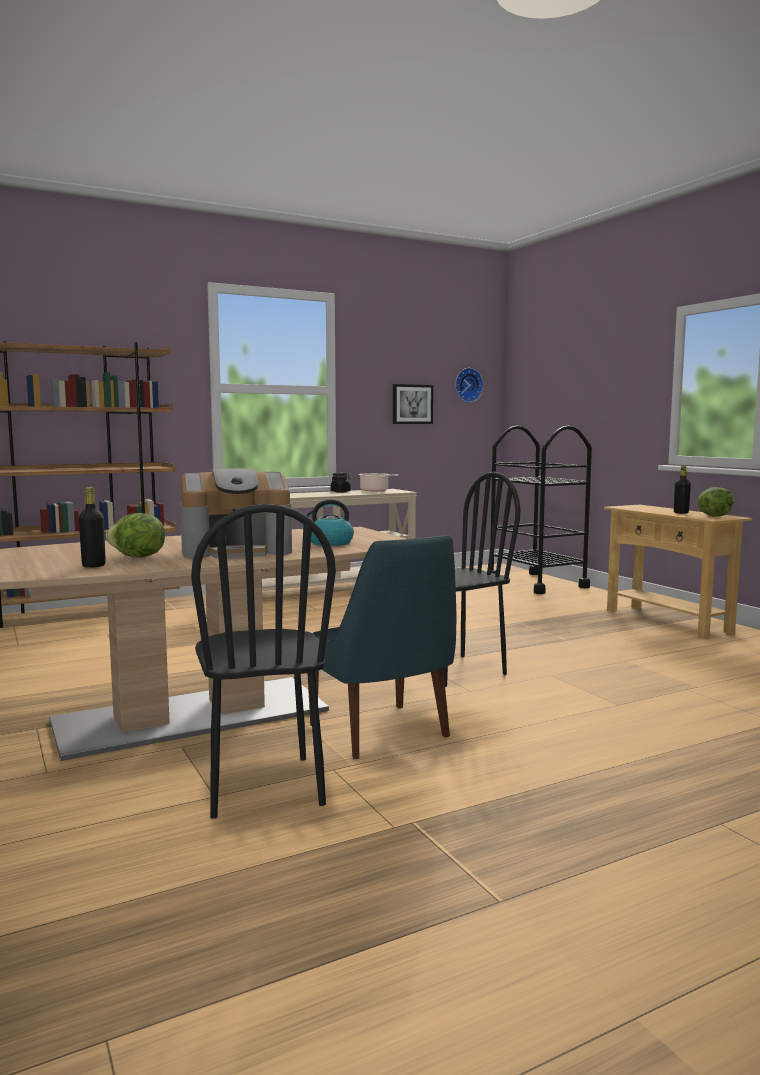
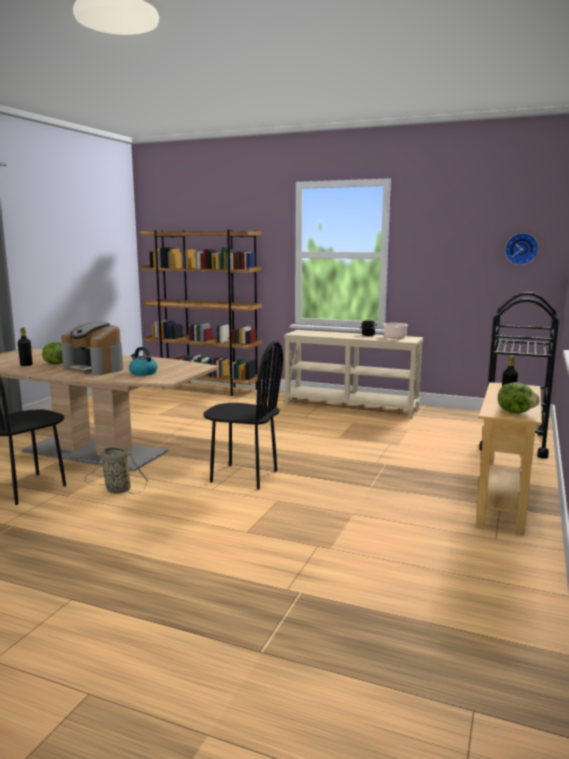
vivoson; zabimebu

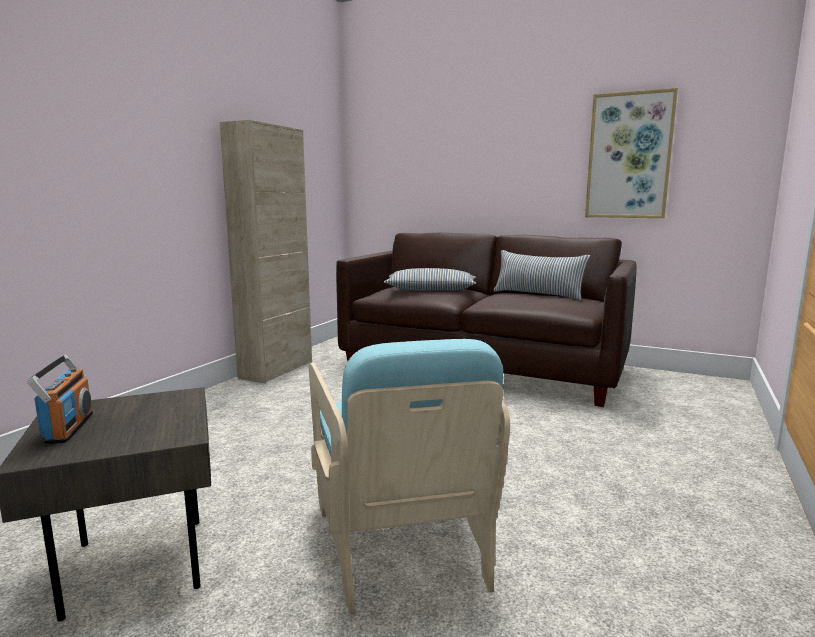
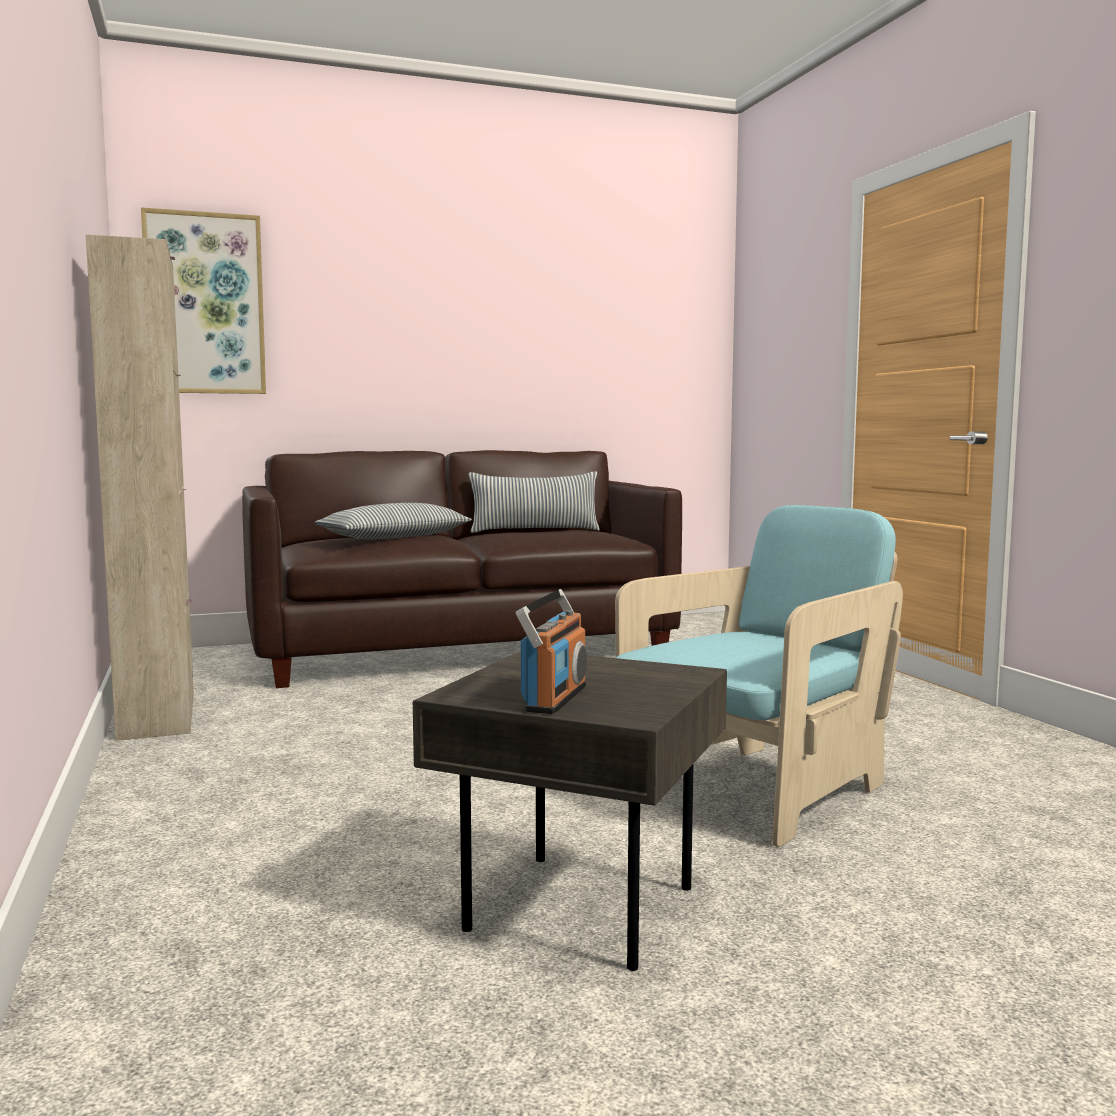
zabimebu; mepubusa; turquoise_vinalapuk

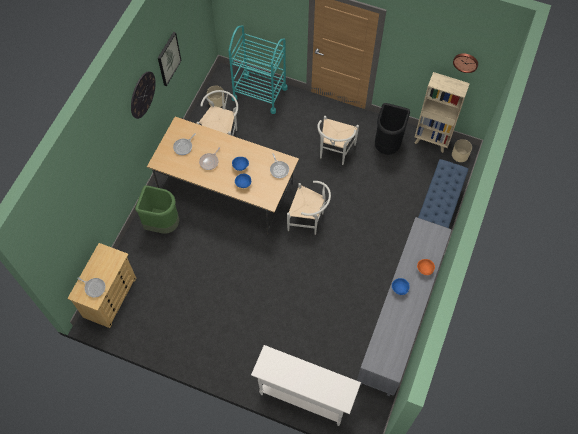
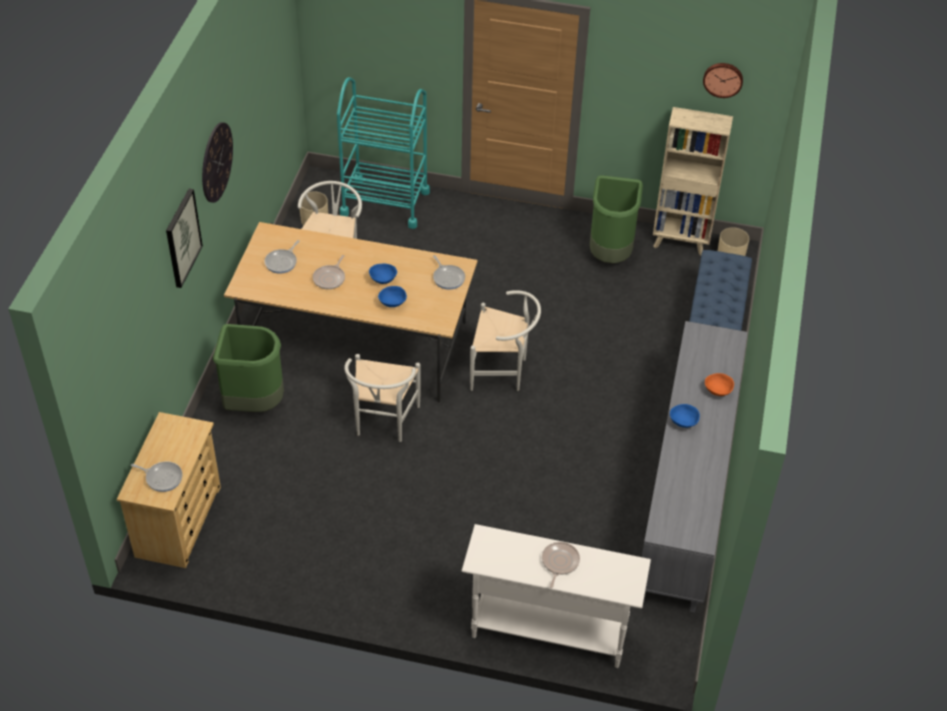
zabimebu; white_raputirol (2nd from left); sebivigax (5th from left); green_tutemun (2nd from left)

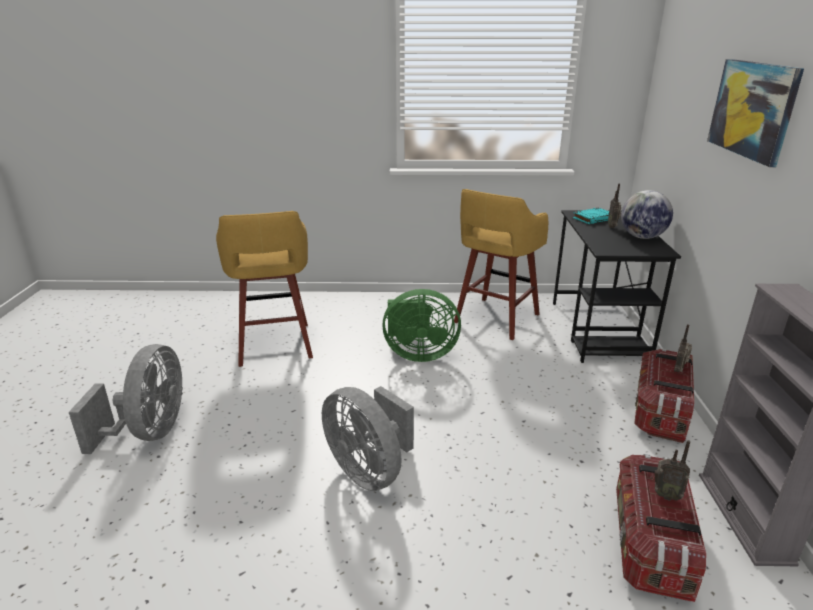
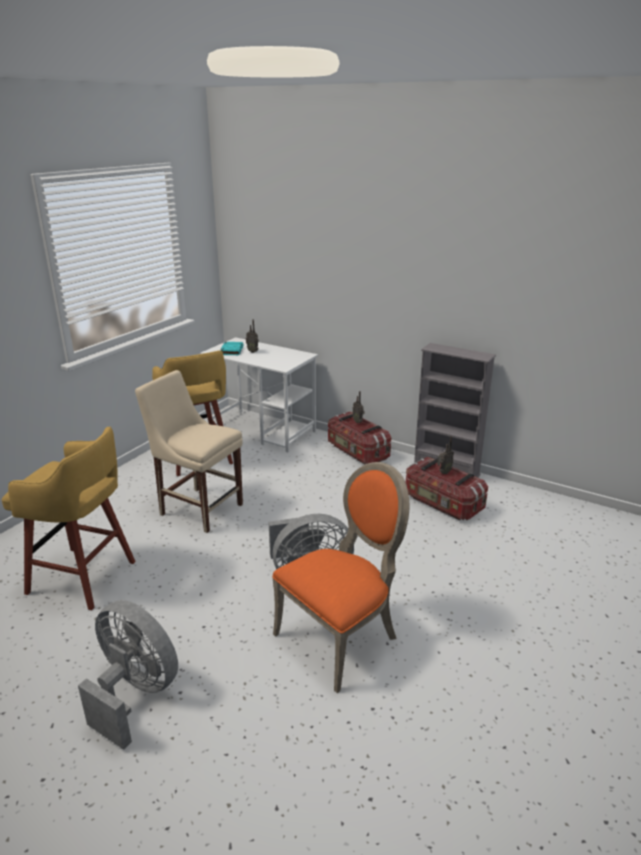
beige_raputirol; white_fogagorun; orange_raputirol; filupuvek; zabimebu

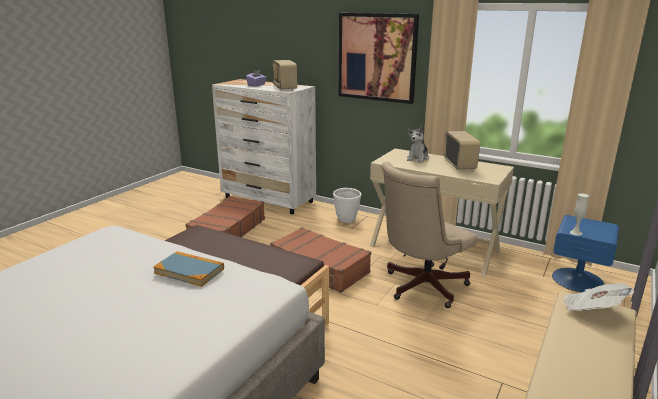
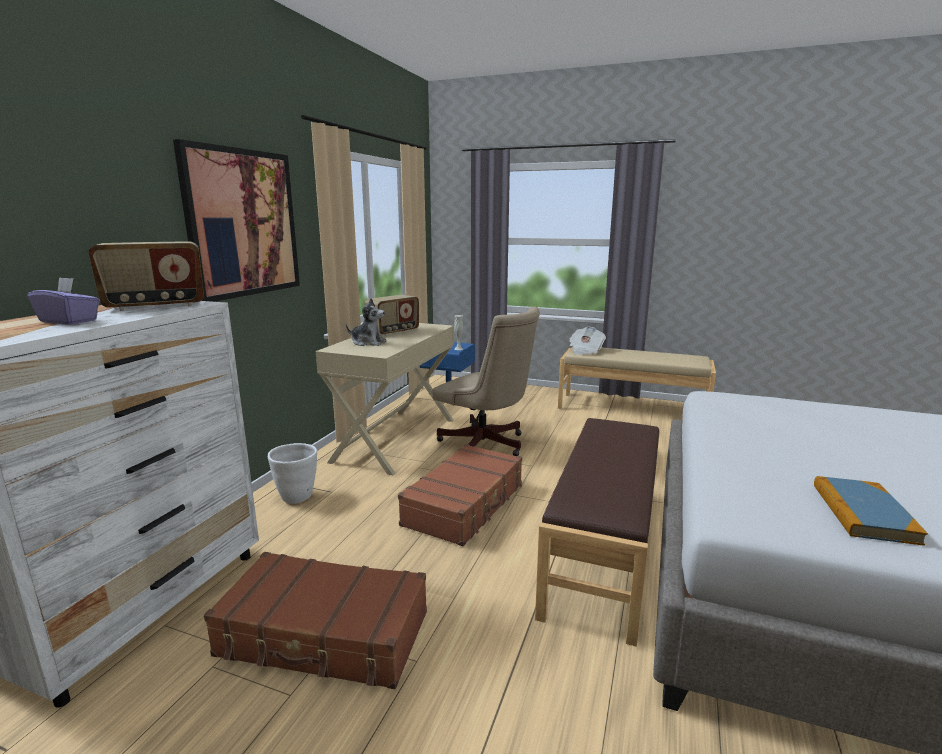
mepubusa (2nd from left); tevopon

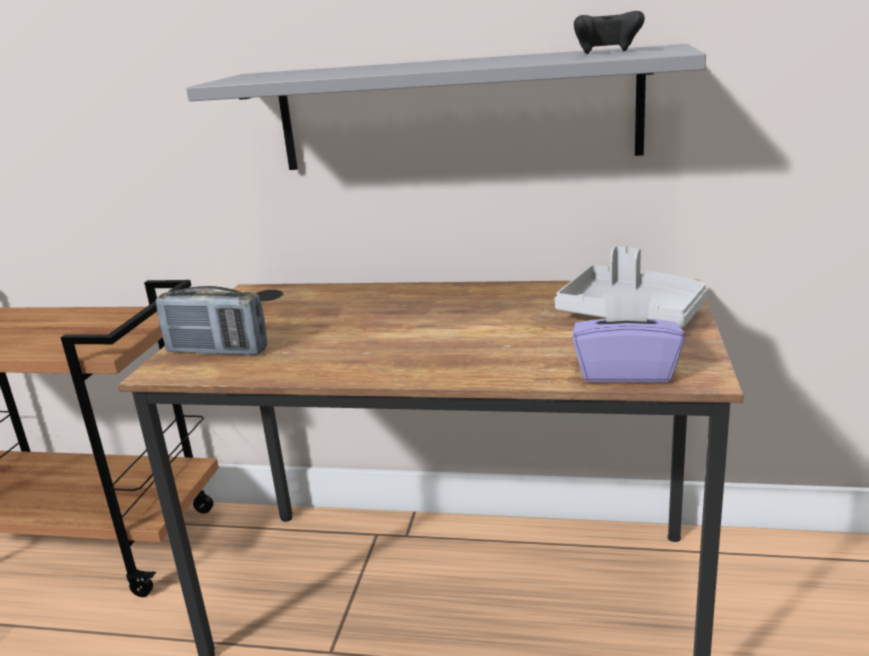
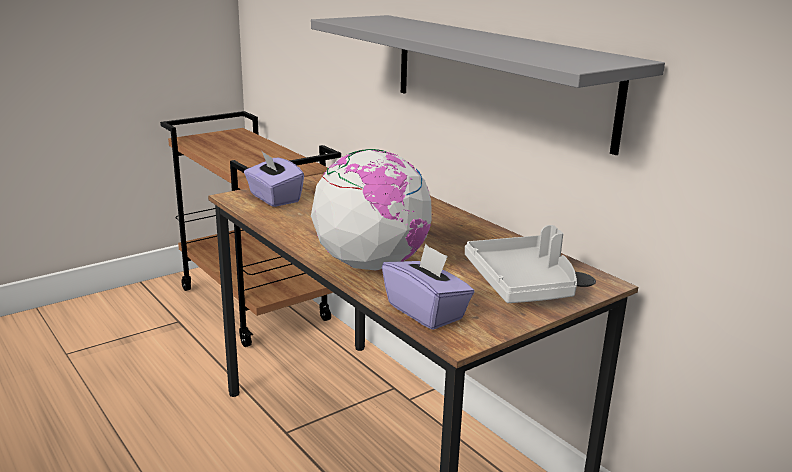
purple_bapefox (1st from left); filupuvek; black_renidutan

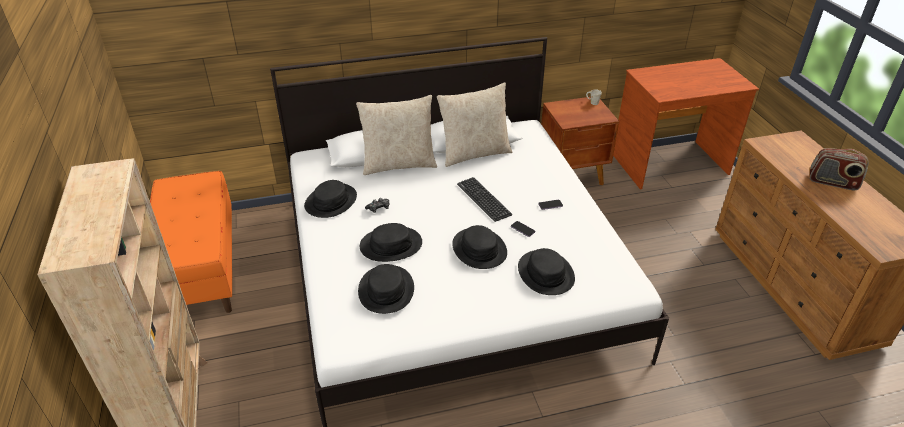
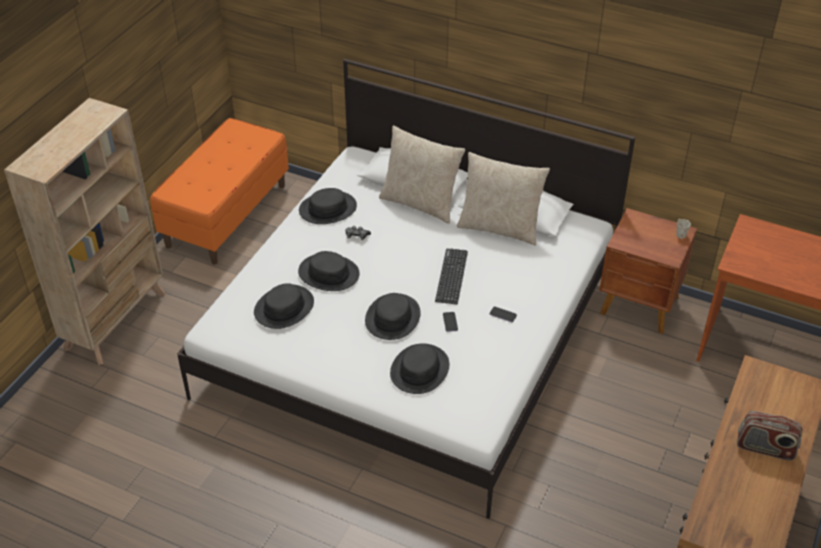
mepubusa

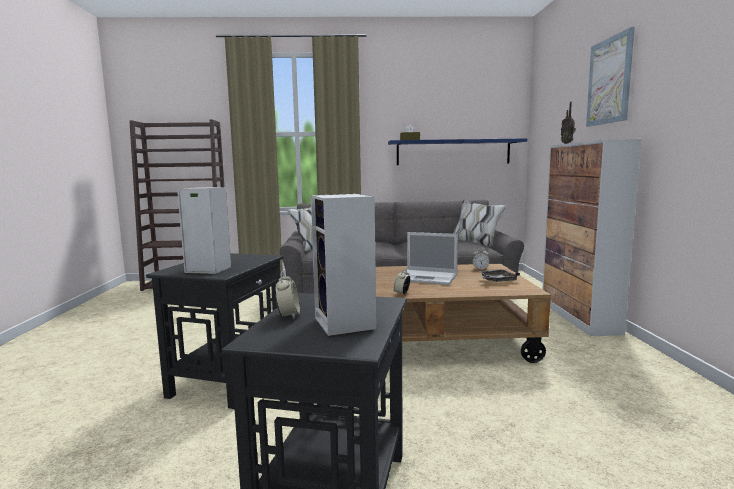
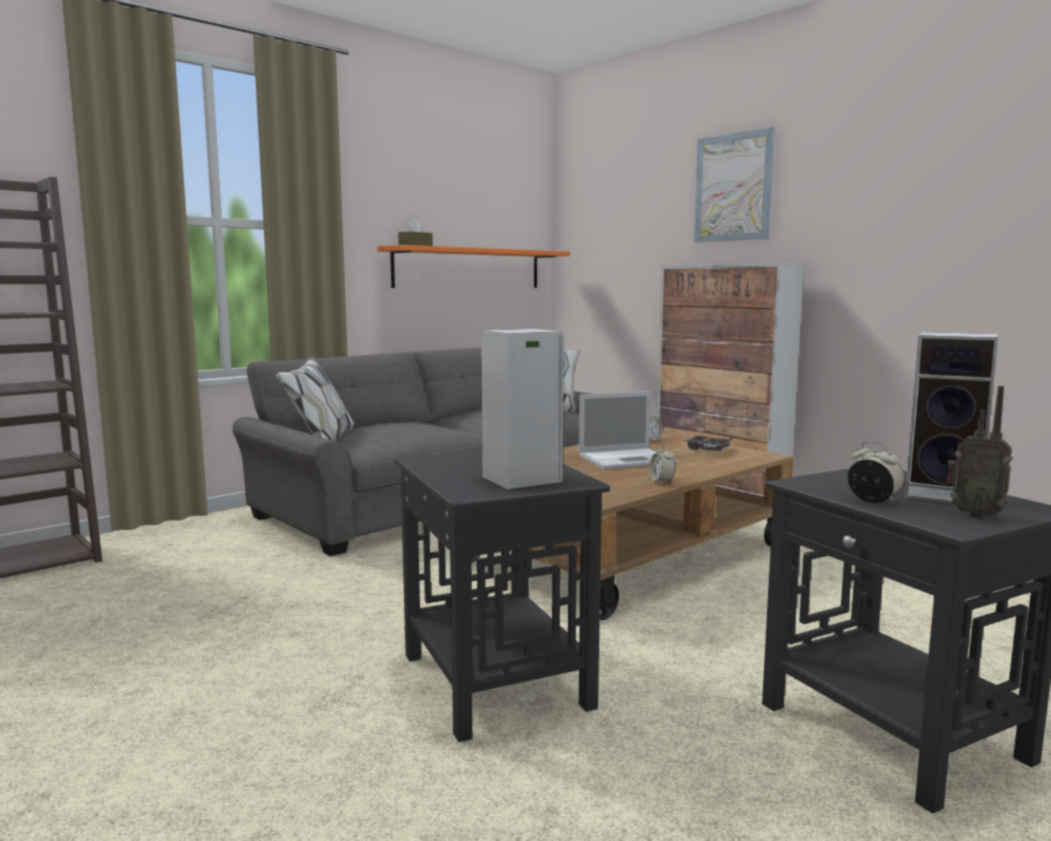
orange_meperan; mepubusa

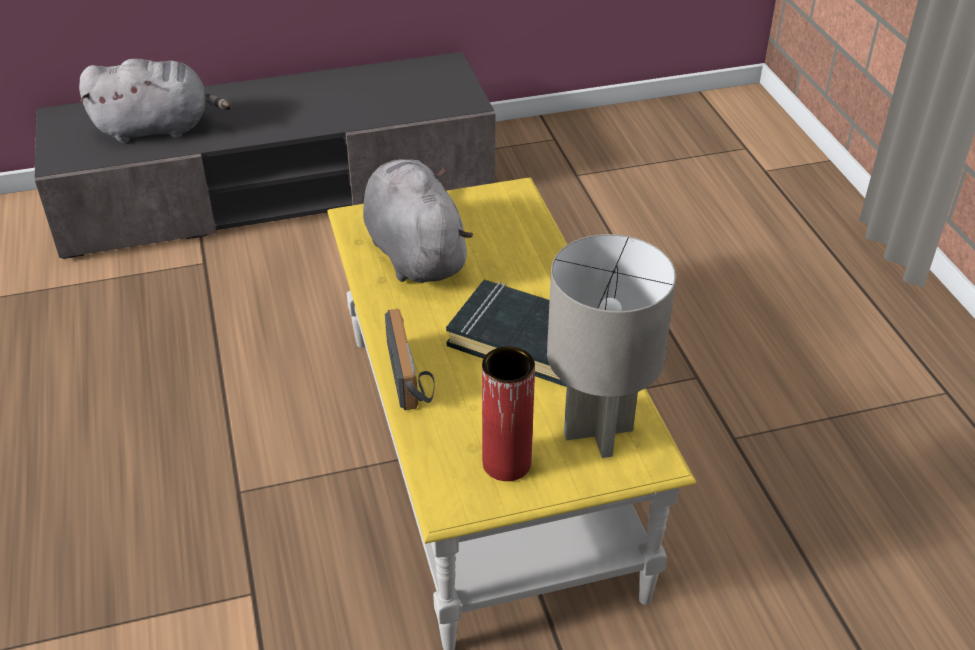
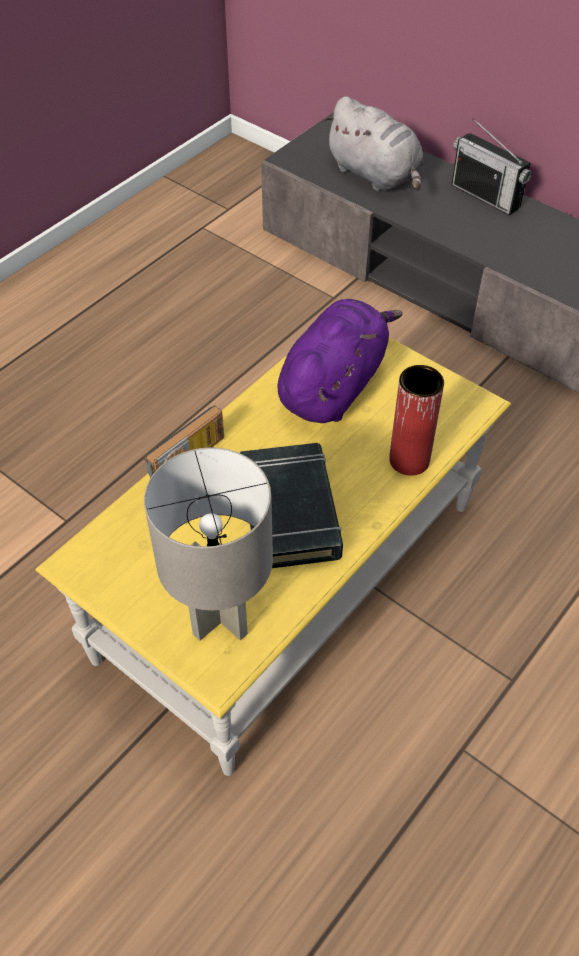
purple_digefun; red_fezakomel; mepubusa (2nd from left)

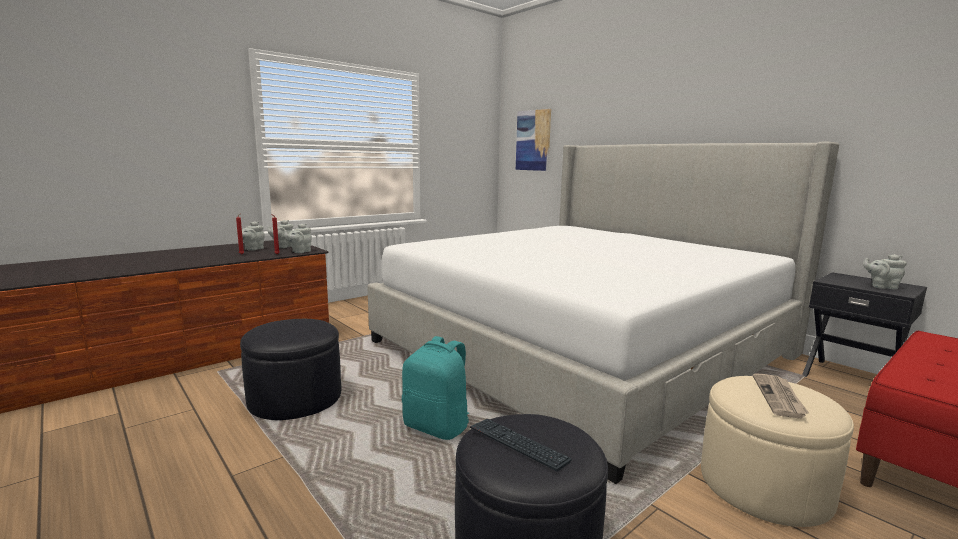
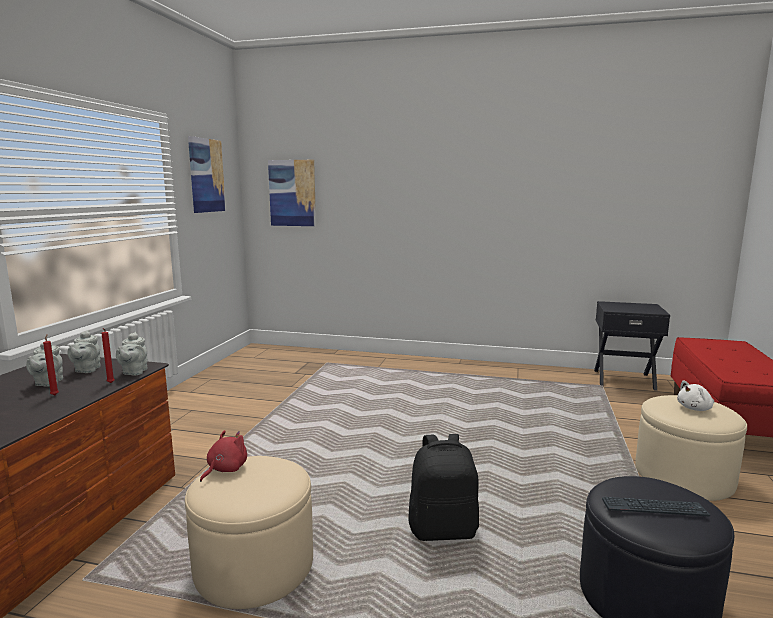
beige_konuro (1st from left); zabimebu (1st from left); red_digefun; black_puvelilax; white_digefun; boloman; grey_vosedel (4th from left in the first image)

